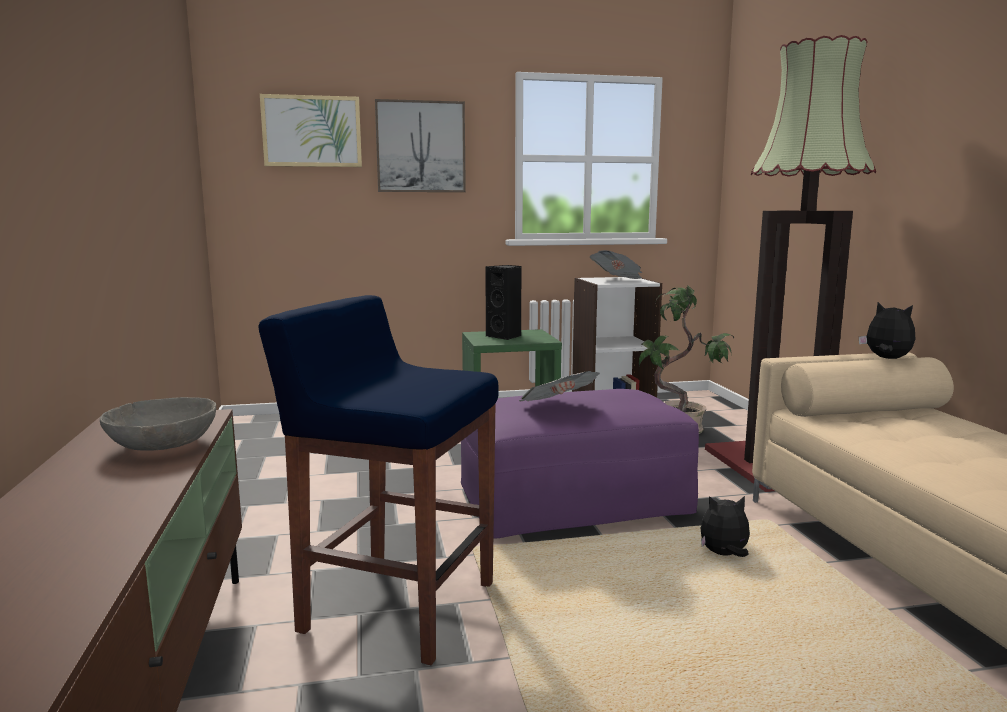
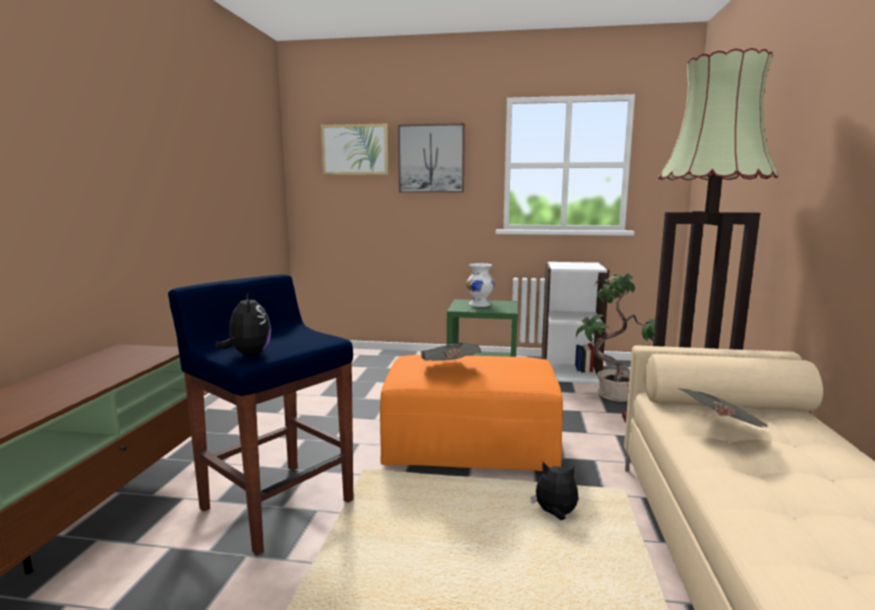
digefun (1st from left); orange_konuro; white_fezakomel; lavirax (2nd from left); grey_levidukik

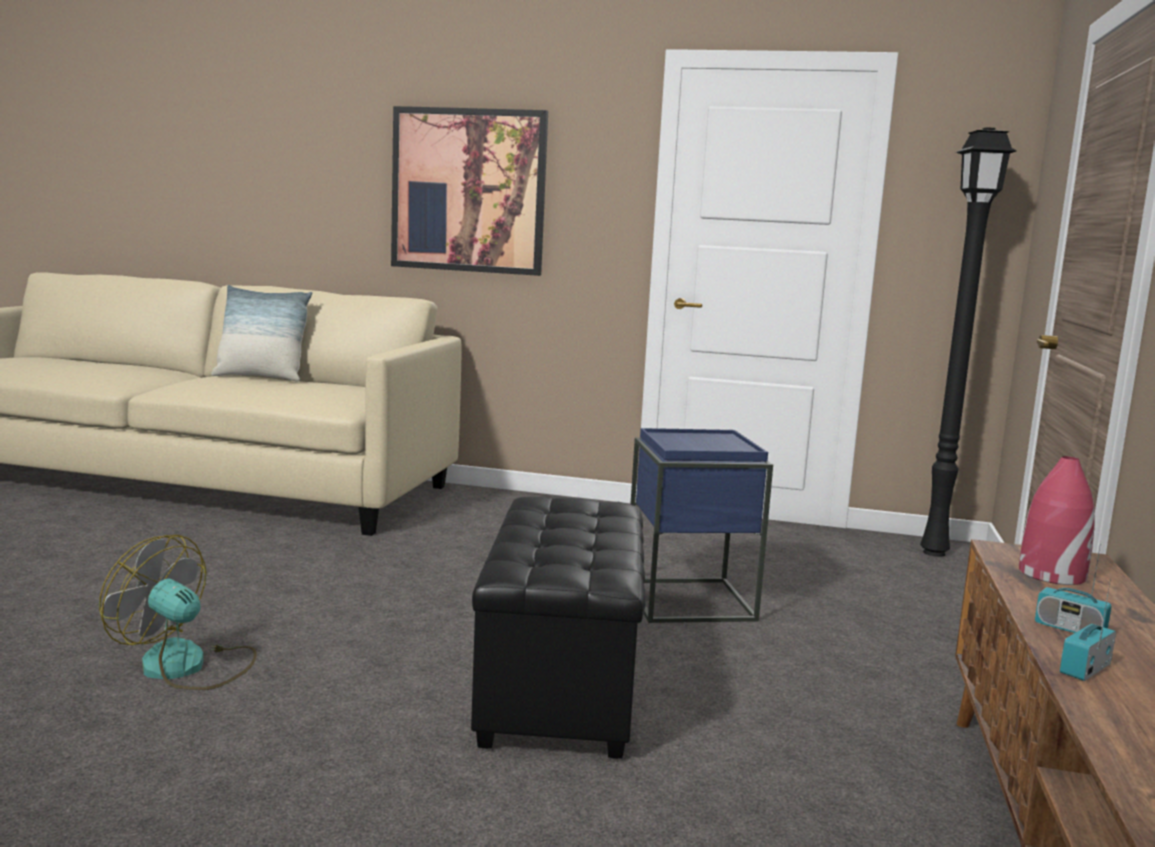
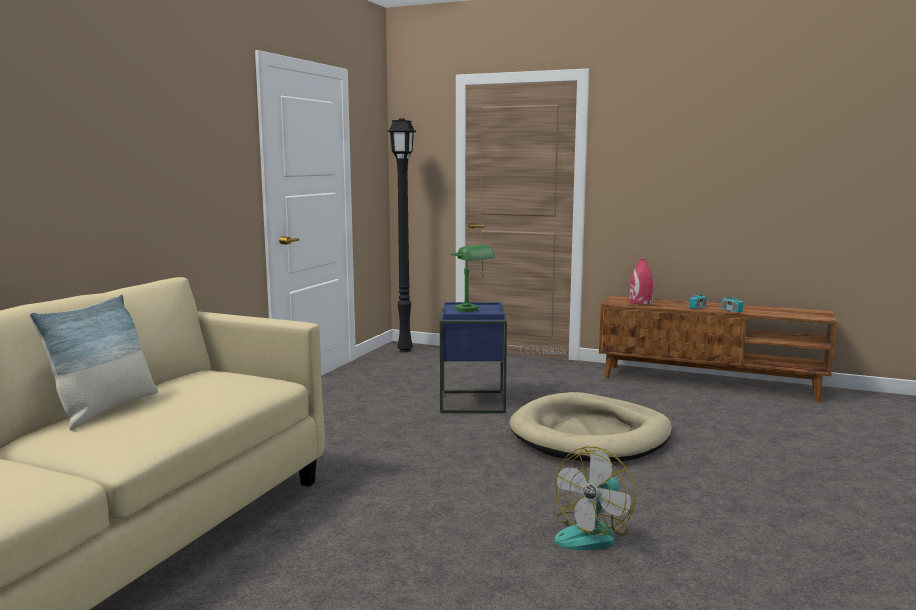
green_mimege; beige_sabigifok; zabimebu

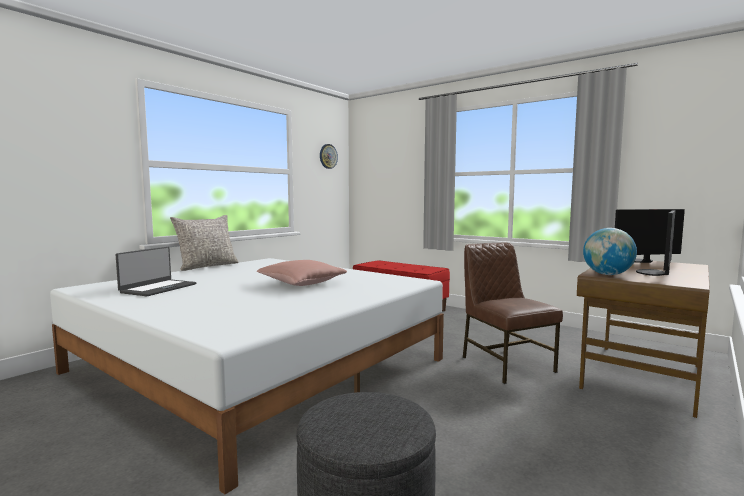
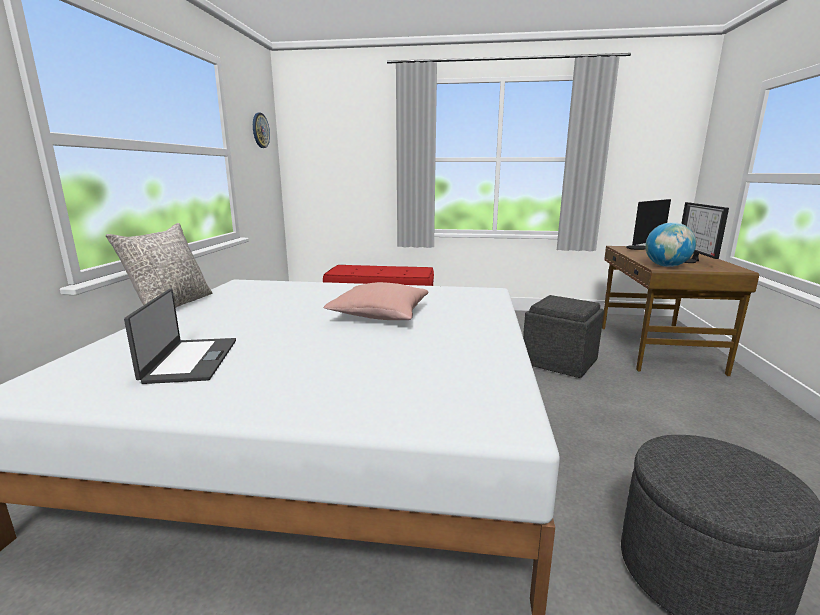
grey_konuro (1st from left)

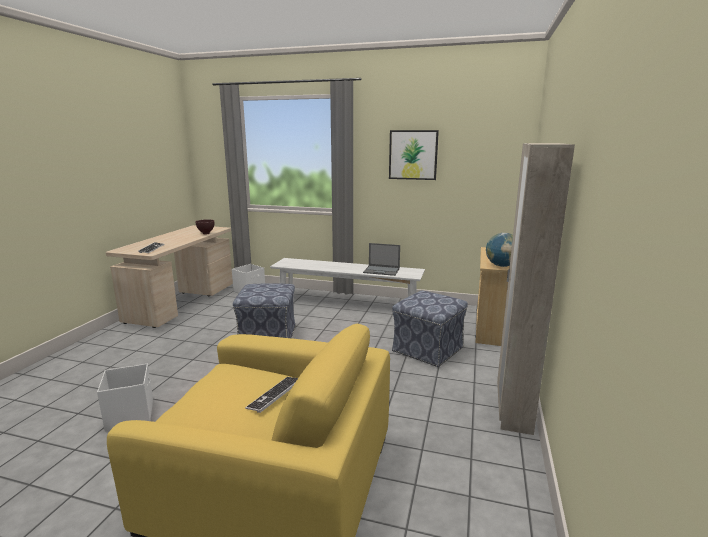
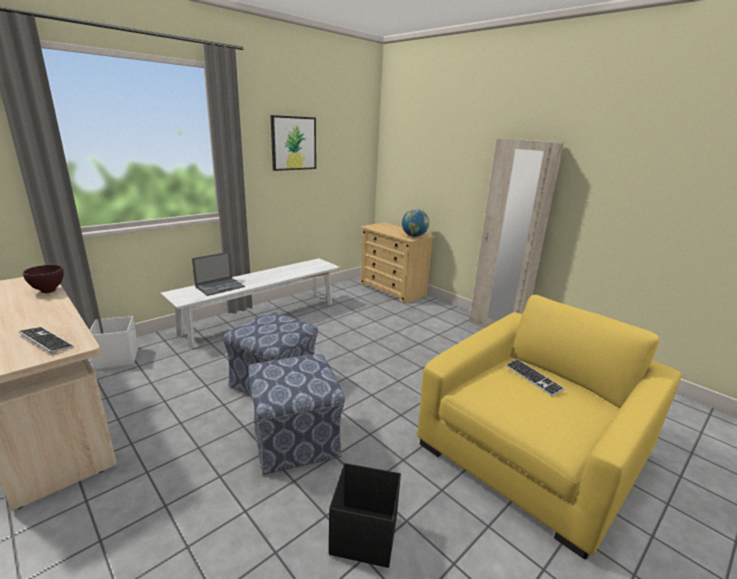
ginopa; konuro (2nd from left); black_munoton

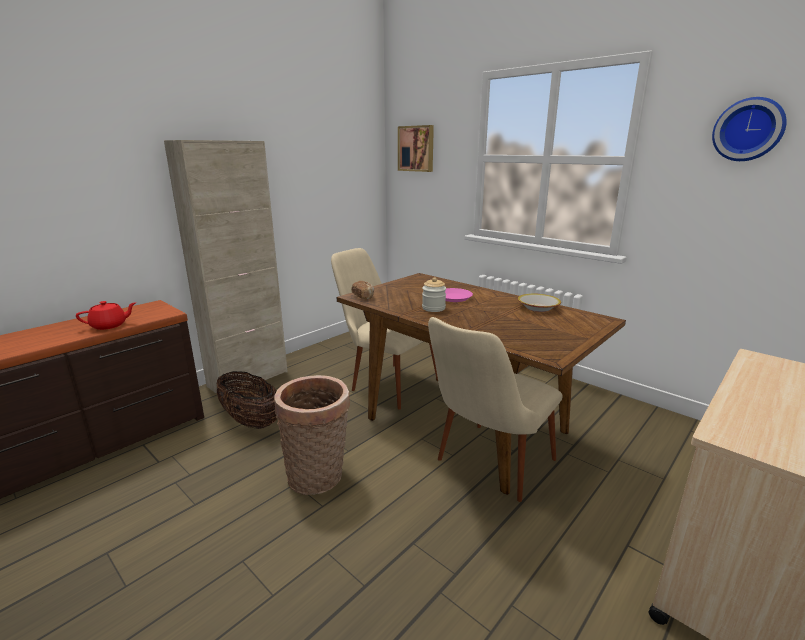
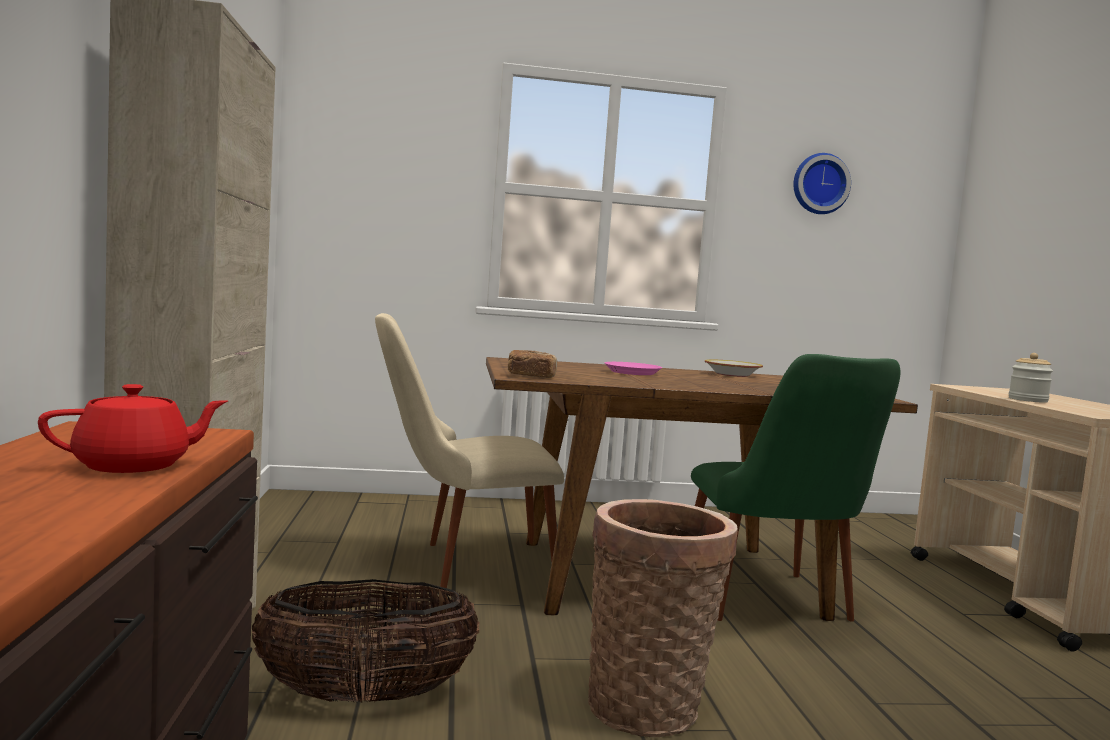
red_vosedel; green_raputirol; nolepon; zabimebu

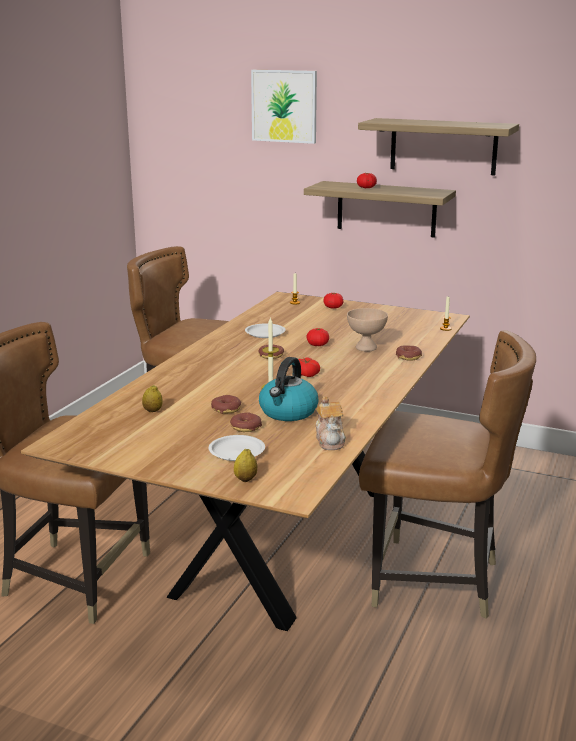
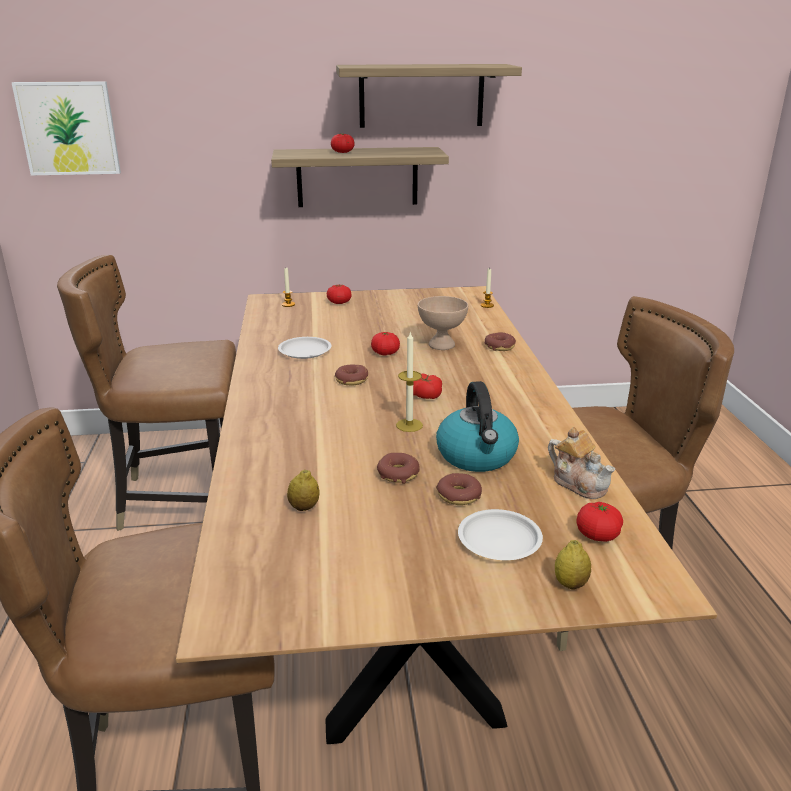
zabimebu; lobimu (5th from left)

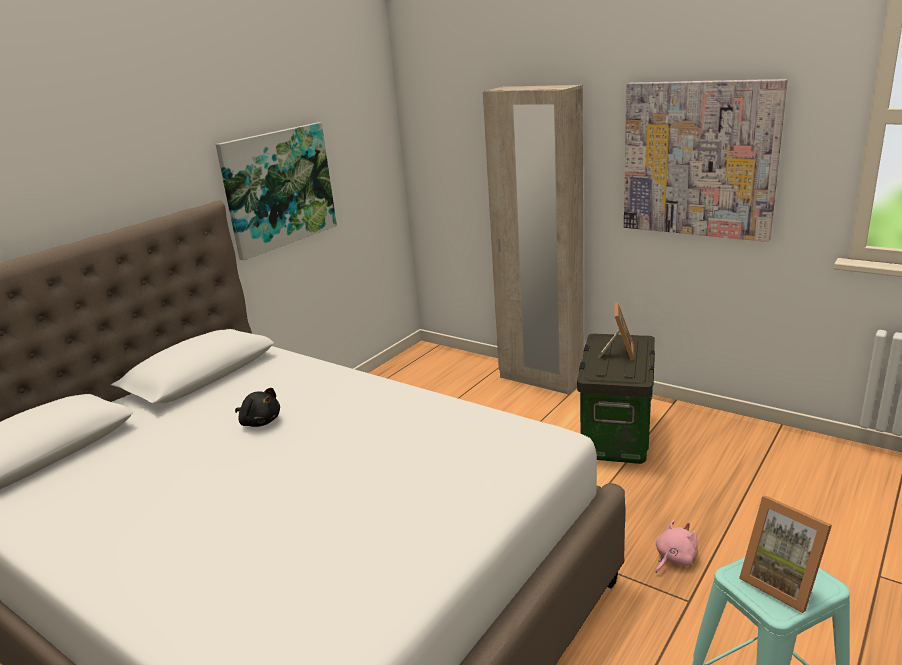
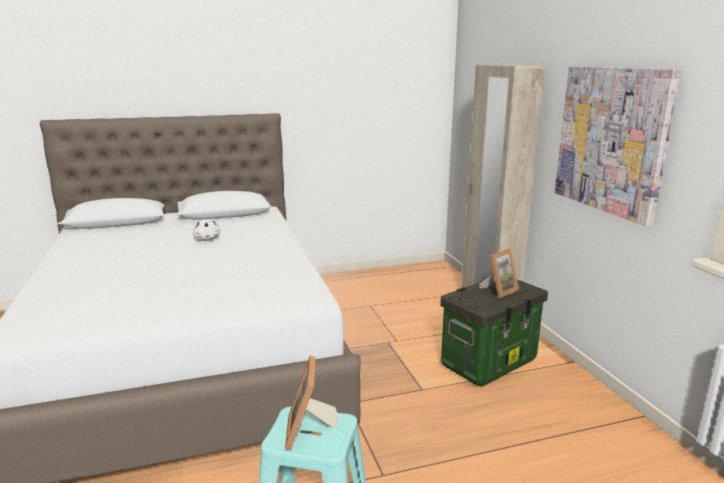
white_digefun; zabimebu (1st from left in the first image); pink_digefun

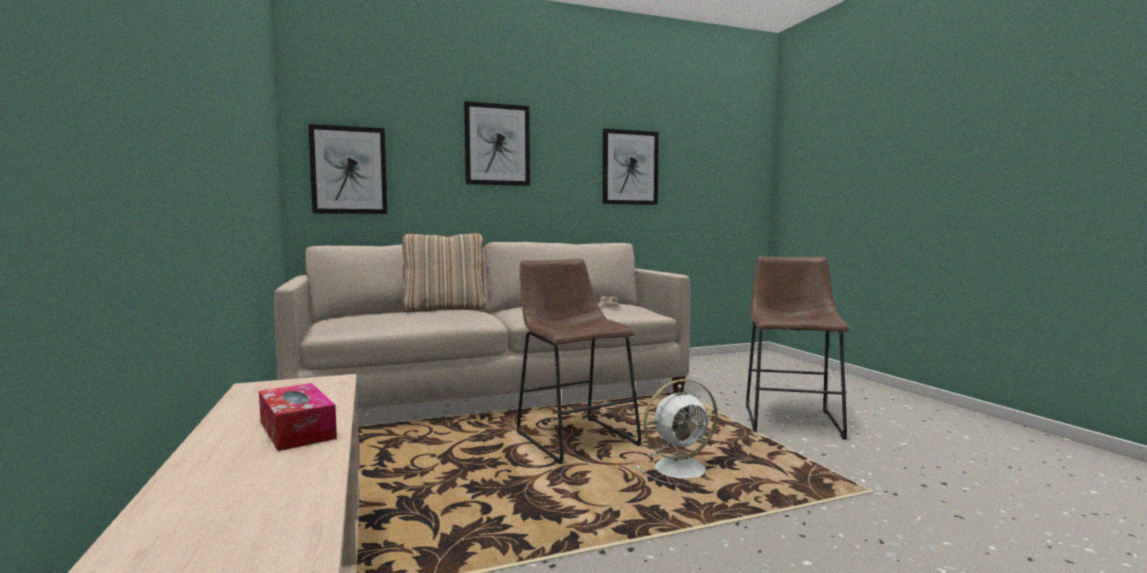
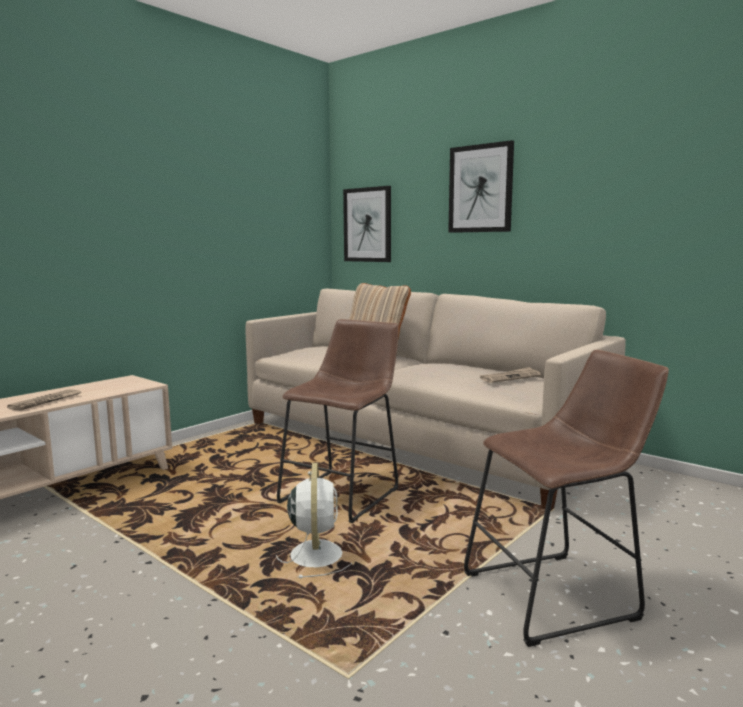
lavirax (1st from left); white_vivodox; zabimebu (3rd from left in the first image)

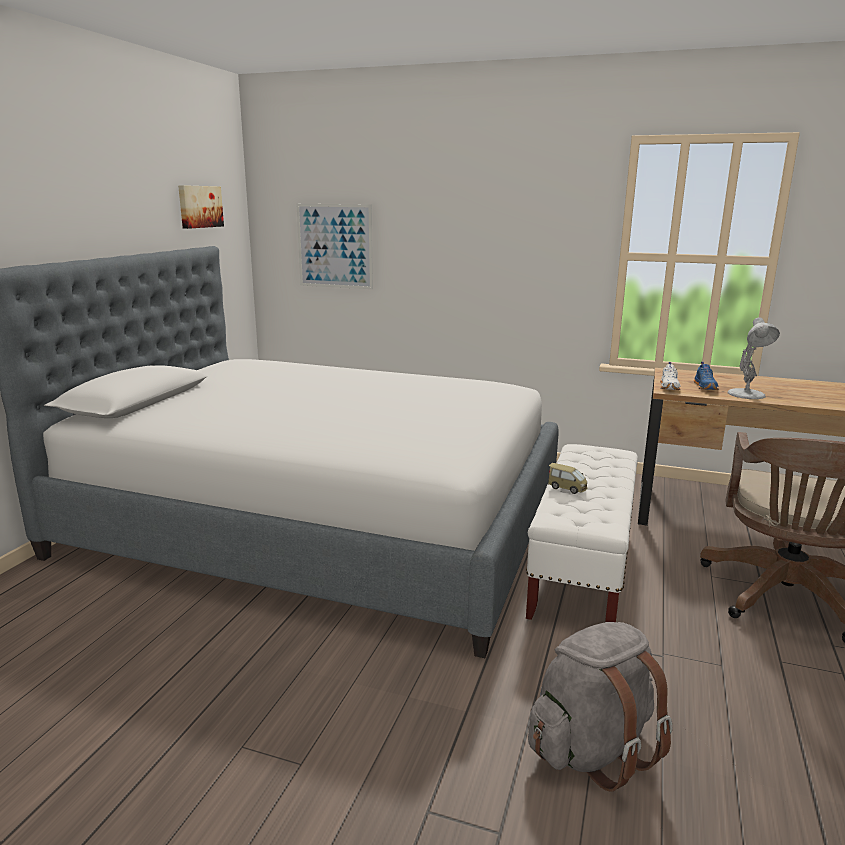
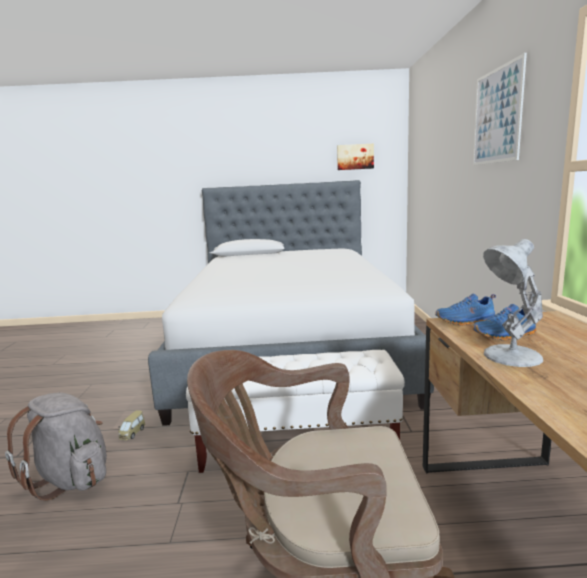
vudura; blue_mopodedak (1st from left); zabimebu (2nd from left)

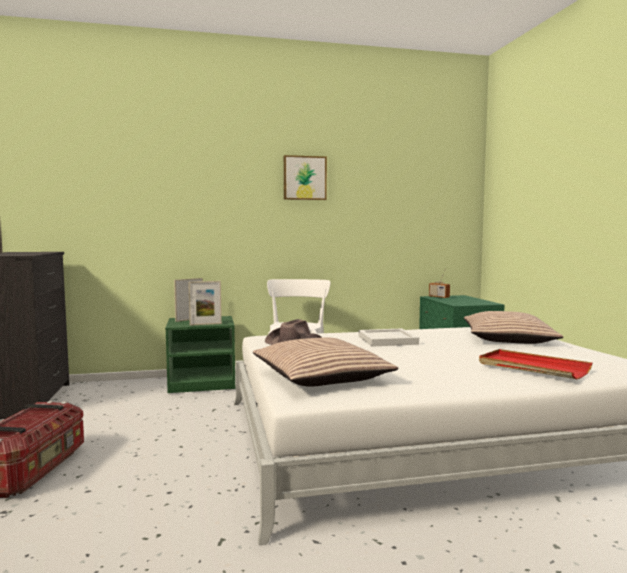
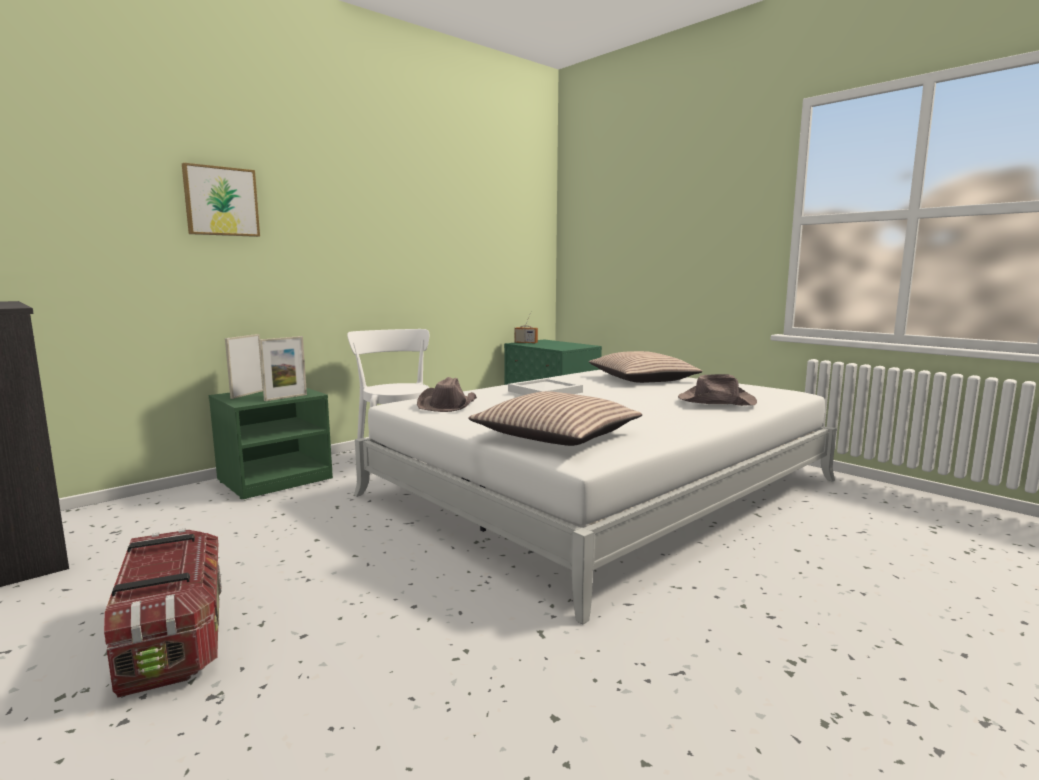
zabimebu; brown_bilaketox (2nd from left)

